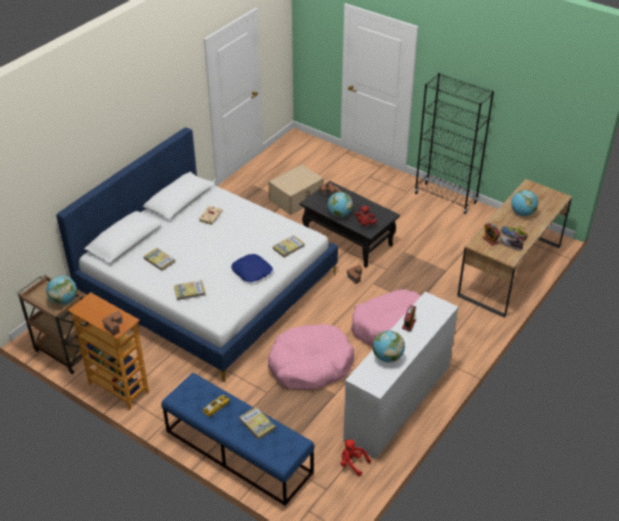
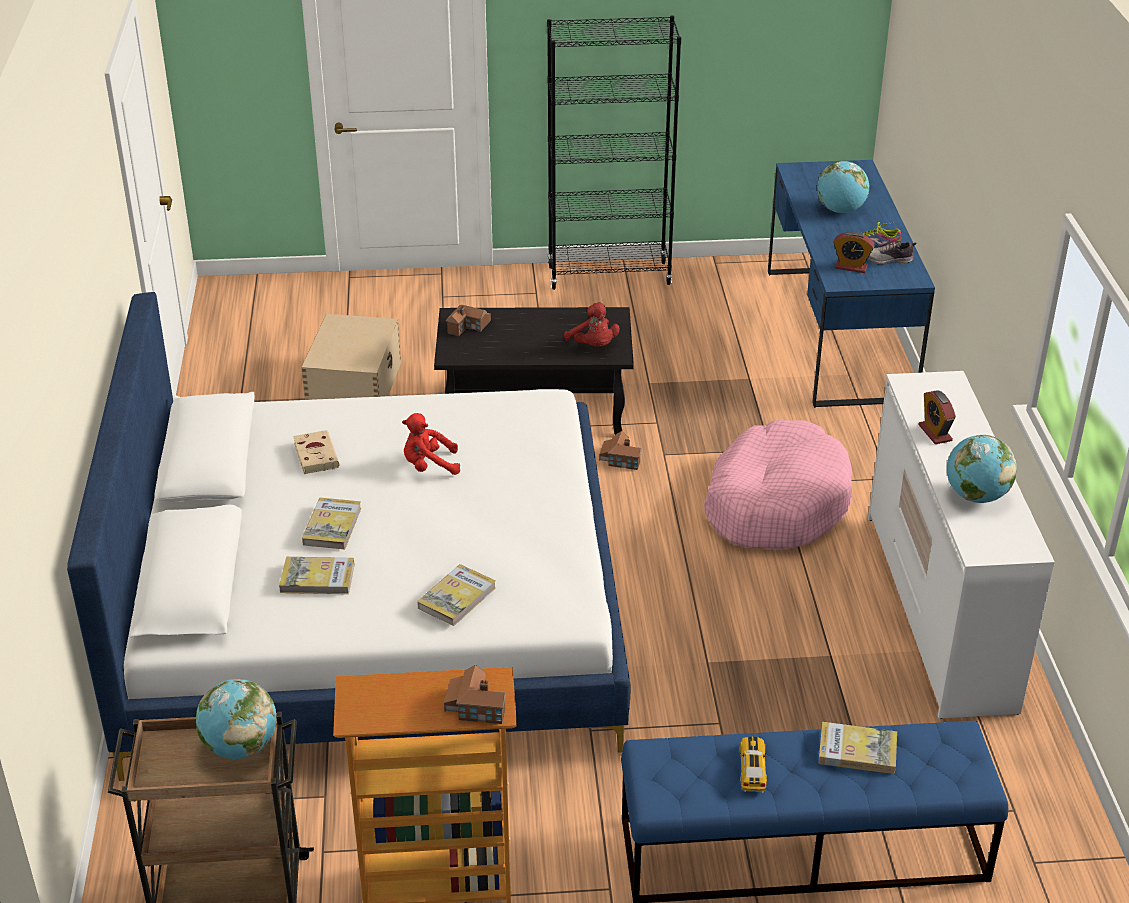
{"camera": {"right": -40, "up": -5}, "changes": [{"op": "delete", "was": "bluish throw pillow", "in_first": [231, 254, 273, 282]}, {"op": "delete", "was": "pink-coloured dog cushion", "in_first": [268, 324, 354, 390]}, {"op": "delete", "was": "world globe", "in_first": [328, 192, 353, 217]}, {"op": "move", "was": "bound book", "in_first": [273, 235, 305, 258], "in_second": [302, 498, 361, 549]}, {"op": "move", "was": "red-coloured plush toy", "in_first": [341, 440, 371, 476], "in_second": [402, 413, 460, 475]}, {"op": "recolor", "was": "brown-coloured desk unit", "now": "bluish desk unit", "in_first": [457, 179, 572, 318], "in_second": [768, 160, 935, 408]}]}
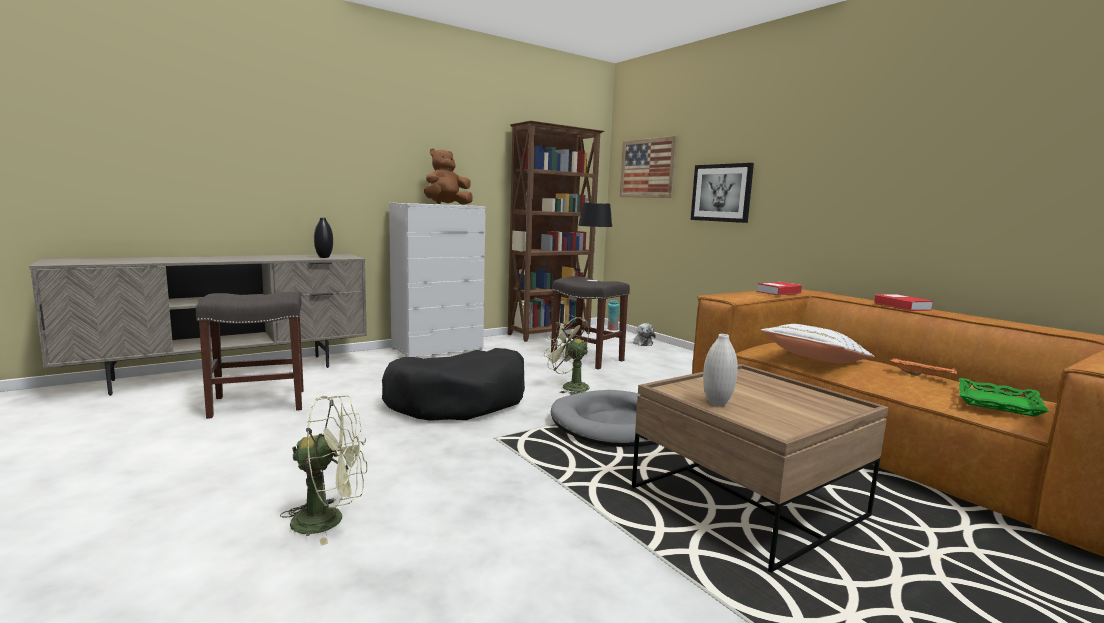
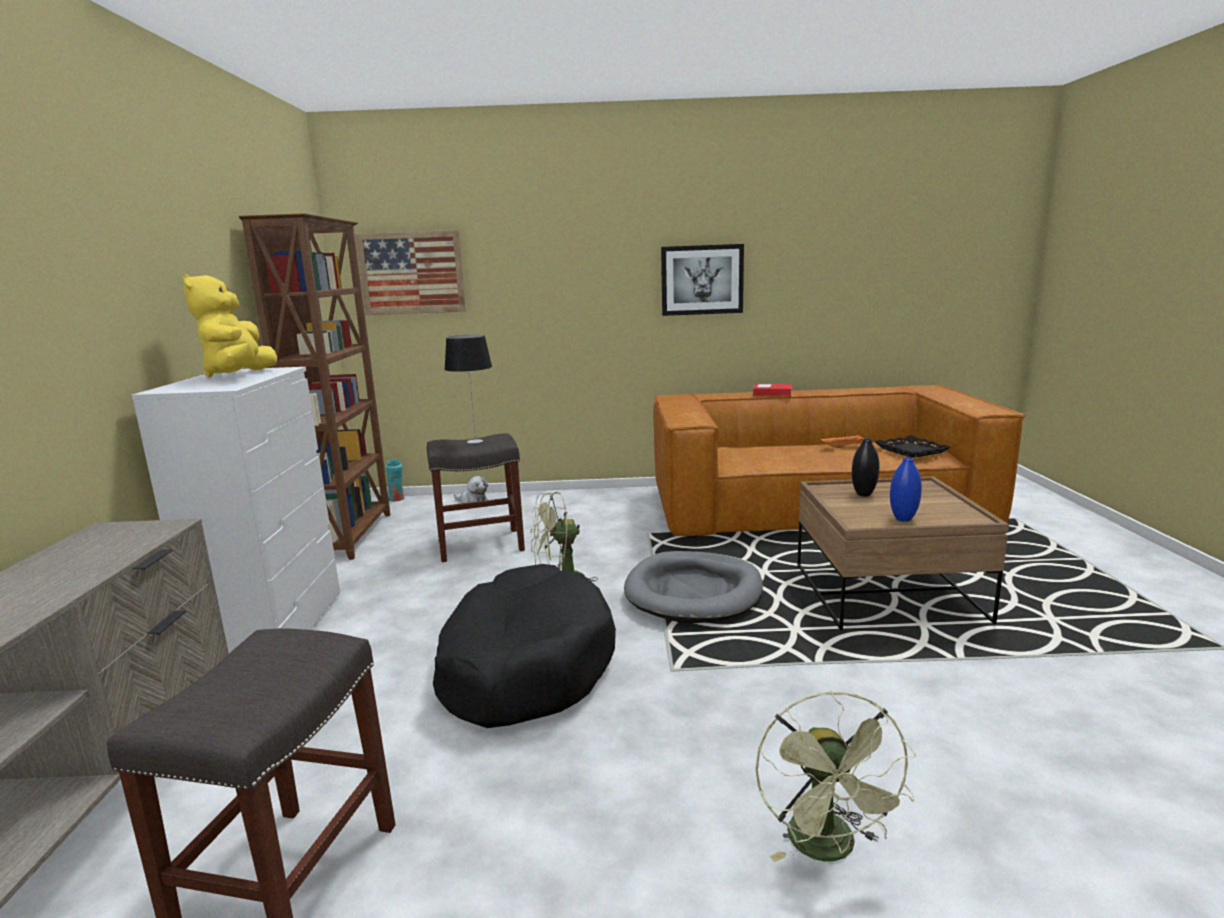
{"camera": {"right": -55, "up": 5}, "changes": [{"op": "delete", "was": "bound book", "in_first": [757, 282, 802, 295]}, {"op": "delete", "was": "white throw pillow", "in_first": [761, 324, 875, 363]}, {"op": "move", "was": "black flower vase", "in_first": [314, 217, 333, 258], "in_second": [852, 438, 880, 496]}, {"op": "move", "was": "wall picture", "in_first": [691, 163, 754, 223], "in_second": [661, 244, 744, 316]}, {"op": "recolor", "was": "brown-coloured plush toy", "now": "yellowish plush toy", "in_first": [424, 148, 473, 205], "in_second": [183, 274, 277, 377]}, {"op": "recolor", "was": "white flower vase", "now": "bluish flower vase", "in_first": [703, 334, 738, 406], "in_second": [890, 457, 922, 522]}, {"op": "recolor", "was": "green serving tray", "now": "black serving tray", "in_first": [959, 378, 1049, 417], "in_second": [874, 435, 950, 458]}, {"op": "rotate", "was": "green electric fan", "in_first": [280, 395, 367, 545], "in_second": [755, 691, 916, 862], "clockwise": 150}]}
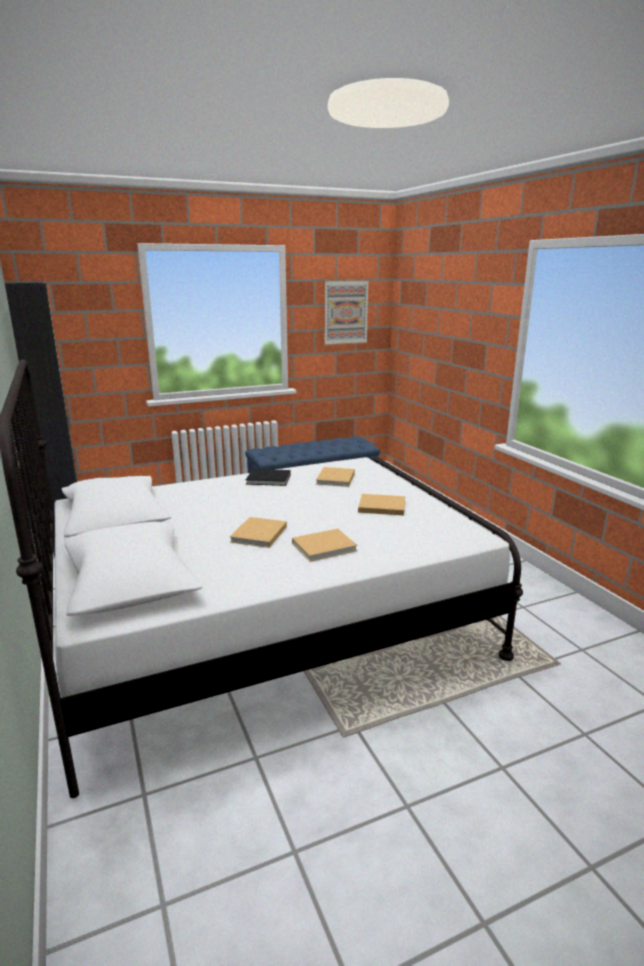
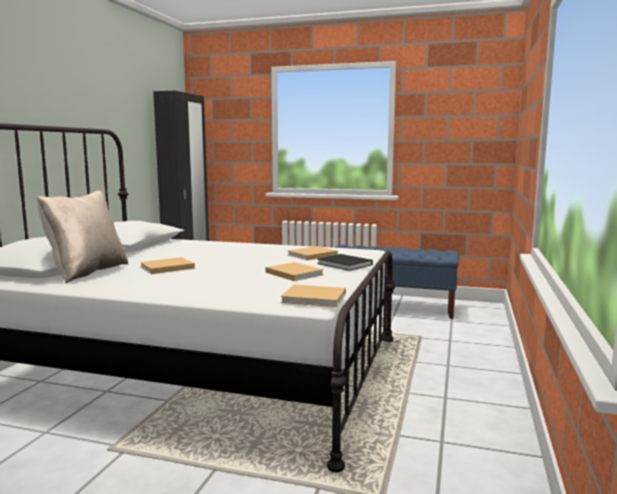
{"camera": {"right": 40, "up": -10}, "changes": [{"op": "delete", "was": "wall picture", "in_first": [324, 279, 369, 346]}, {"op": "insert", "now": "beige-coloured throw pillow", "in_second": [37, 191, 128, 283]}, {"op": "move", "was": "black bound book", "in_first": [246, 469, 291, 486], "in_second": [317, 254, 373, 271]}, {"op": "move", "was": "beige-coloured bound book", "in_first": [292, 529, 358, 562], "in_second": [281, 285, 346, 307]}]}
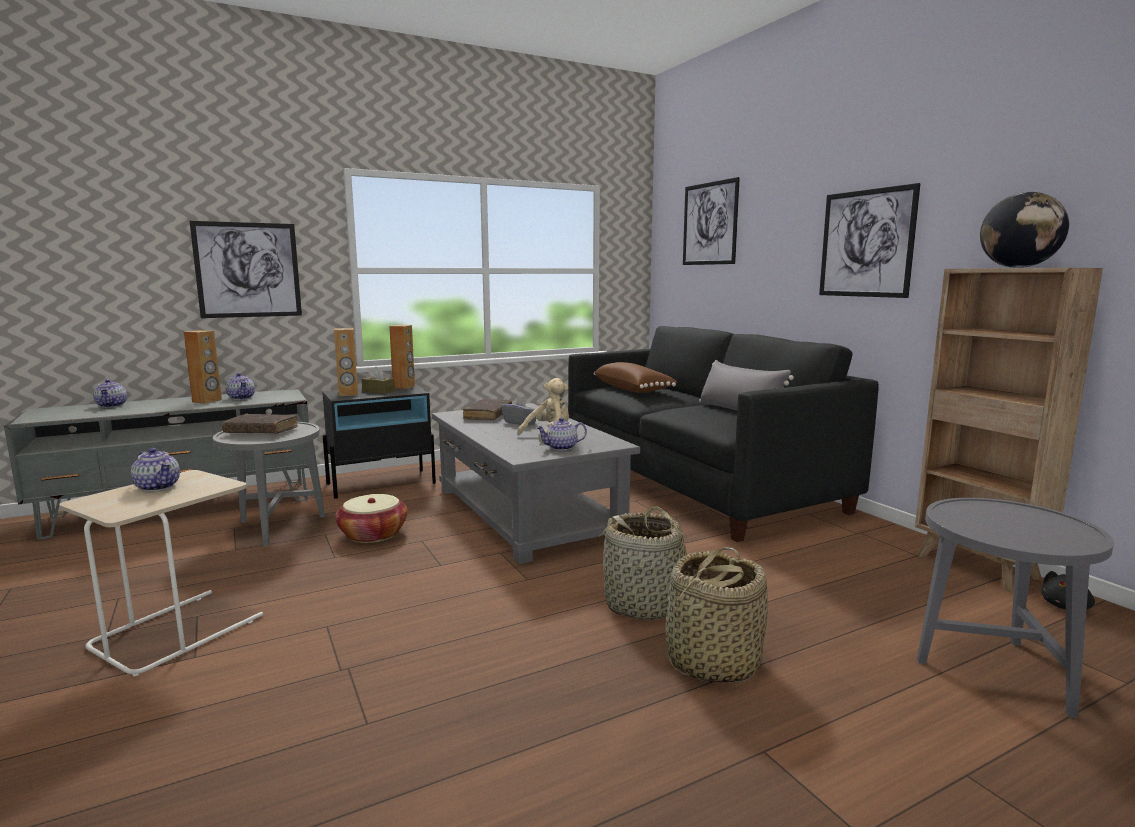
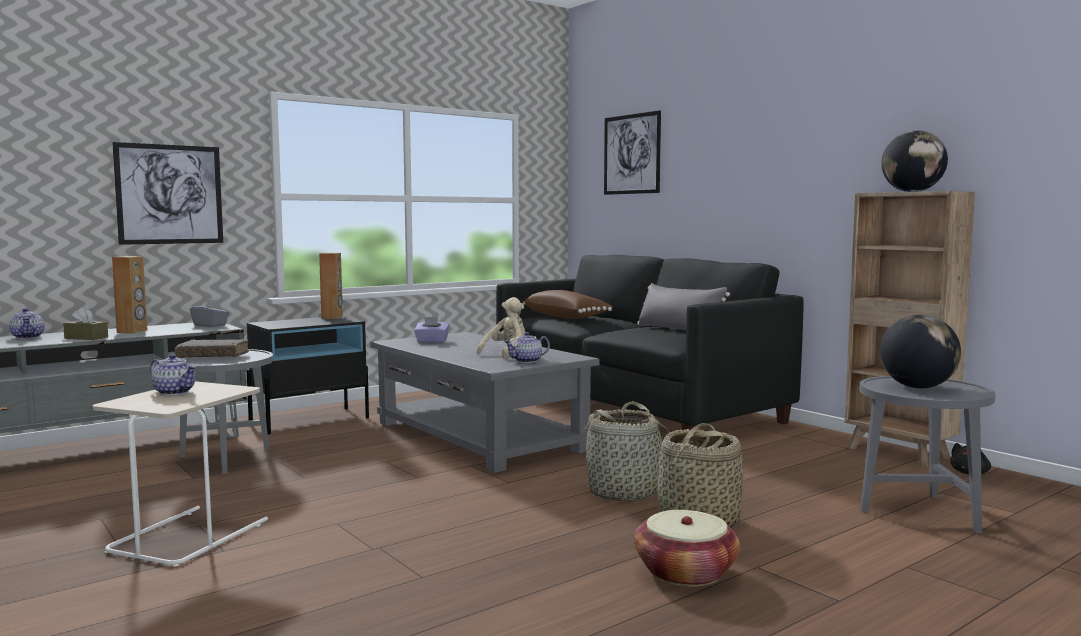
{"camera": {"right": -10, "up": -5}, "changes": [{"op": "delete", "was": "tea pot", "in_first": [226, 373, 255, 400]}, {"op": "delete", "was": "brown-coloured speaker", "in_first": [334, 328, 358, 396]}, {"op": "delete", "was": "wall picture", "in_first": [819, 183, 921, 298]}, {"op": "insert", "now": "world globe", "in_second": [880, 315, 961, 388]}, {"op": "move", "was": "basket", "in_first": [335, 494, 408, 543], "in_second": [634, 510, 740, 587]}, {"op": "move", "was": "brown-coloured tissue holder", "in_first": [362, 367, 395, 394], "in_second": [63, 307, 108, 340]}, {"op": "move", "was": "grey tissue holder", "in_first": [501, 396, 536, 425], "in_second": [190, 299, 229, 327]}, {"op": "replace", "was": "brown-coloured bound book", "now": "purple-coloured tissue holder", "in_first": [463, 399, 512, 420], "in_second": [414, 317, 450, 343]}]}
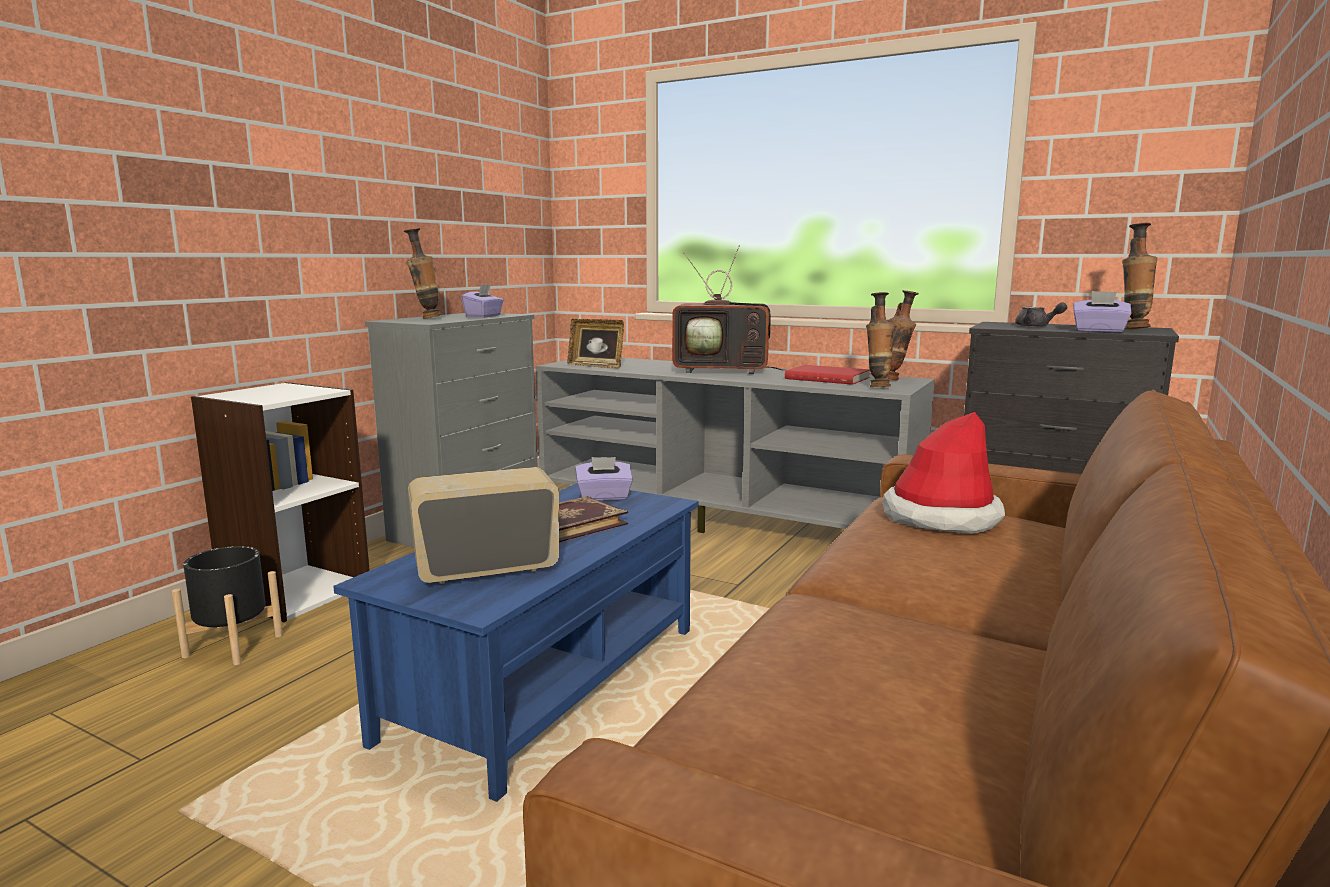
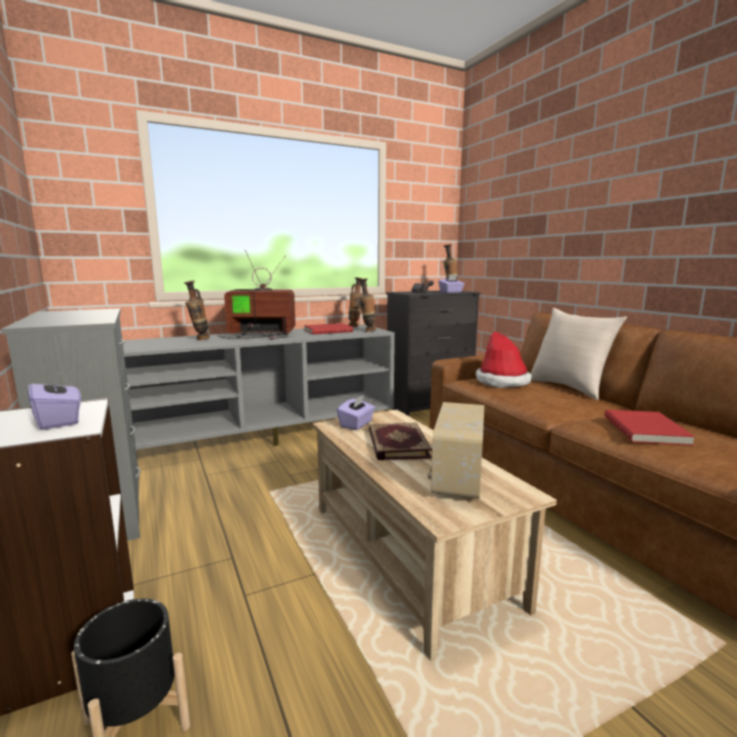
{"camera": {"right": -55, "up": 0}, "changes": [{"op": "delete", "was": "picture frame", "in_first": [567, 319, 624, 369]}, {"op": "insert", "now": "beige-coloured throw pillow", "in_second": [530, 308, 627, 400]}, {"op": "insert", "now": "red-coloured bound book", "in_second": [605, 410, 695, 445]}, {"op": "move", "was": "flower vase", "in_first": [404, 228, 442, 319], "in_second": [184, 281, 210, 340]}, {"op": "move", "was": "purple-coloured tissue holder", "in_first": [461, 284, 504, 317], "in_second": [28, 370, 81, 430]}, {"op": "recolor", "was": "bluish coffee table", "now": "beige-coloured coffee table", "in_first": [333, 483, 698, 802], "in_second": [312, 410, 557, 661]}, {"op": "rotate", "was": "television", "in_first": [672, 245, 786, 374], "in_second": [217, 250, 295, 339], "clockwise": -135}]}
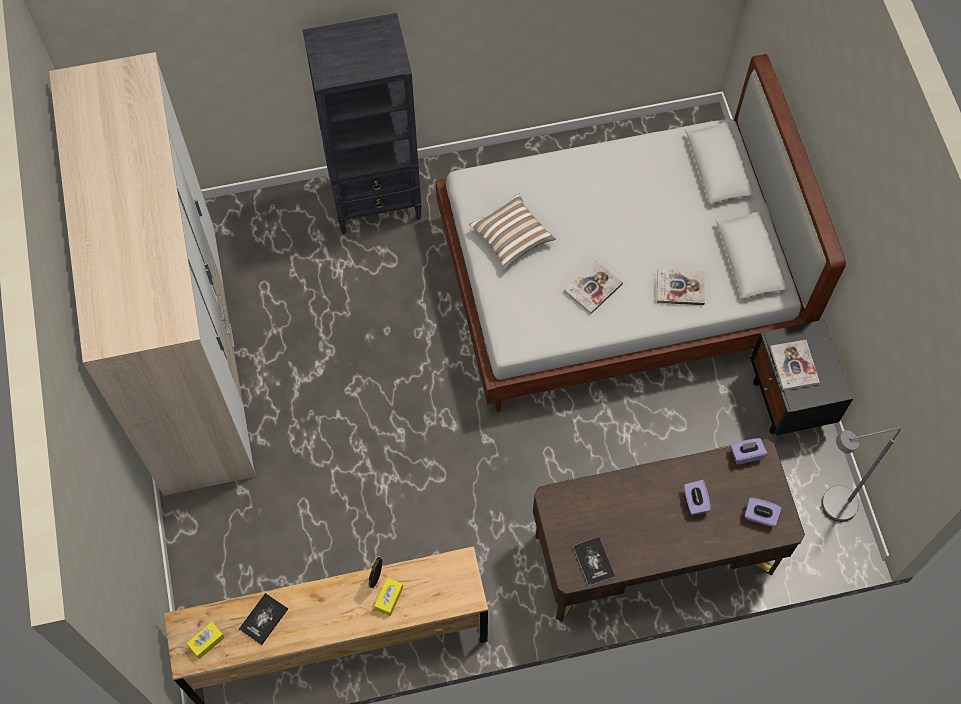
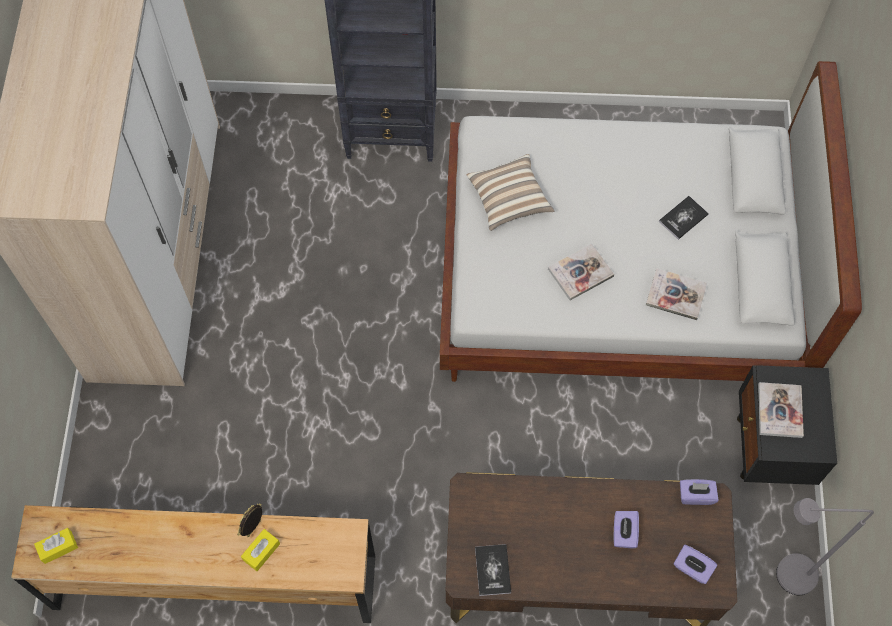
{"camera": {"right": 15, "up": 0}, "changes": [{"op": "move", "was": "bound book", "in_first": [239, 593, 288, 645], "in_second": [659, 196, 709, 240]}]}
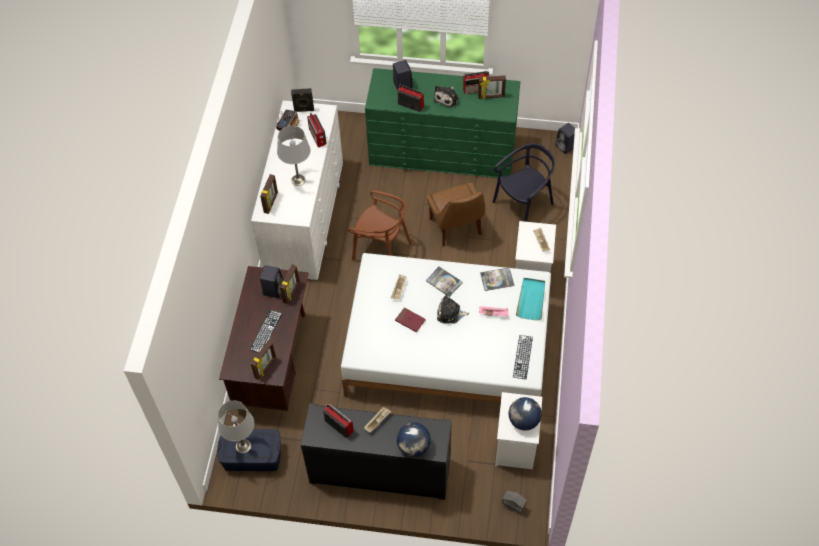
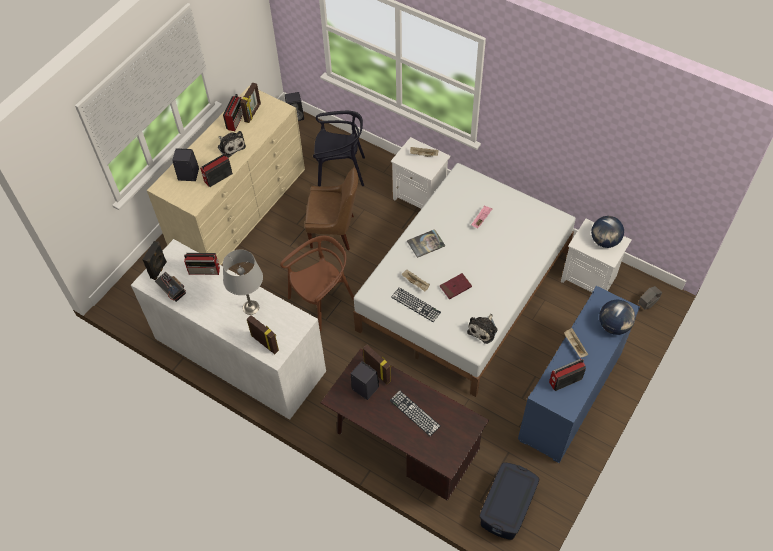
{"camera": {"right": -65, "up": 0}, "changes": [{"op": "delete", "was": "grey lamp for a table", "in_first": [218, 401, 254, 453]}, {"op": "delete", "was": "picture frame", "in_first": [251, 340, 276, 380]}, {"op": "delete", "was": "bound book", "in_first": [480, 267, 514, 291]}, {"op": "delete", "was": "turquoise serving tray", "in_first": [516, 278, 545, 320]}, {"op": "move", "was": "plush toy", "in_first": [437, 293, 469, 324], "in_second": [467, 314, 498, 344]}, {"op": "move", "was": "PC keyboard", "in_first": [513, 335, 533, 379], "in_second": [391, 288, 441, 322]}, {"op": "recolor", "was": "black storage cabinet", "now": "bluish storage cabinet", "in_first": [301, 403, 452, 500], "in_second": [518, 286, 640, 463]}, {"op": "recolor", "was": "green chest of drawers", "now": "beige-coloured chest of drawers", "in_first": [365, 68, 520, 178], "in_second": [147, 86, 305, 265]}, {"op": "rotate", "was": "black upright chair", "in_first": [493, 143, 555, 222], "in_second": [313, 111, 365, 186], "clockwise": 105}]}
